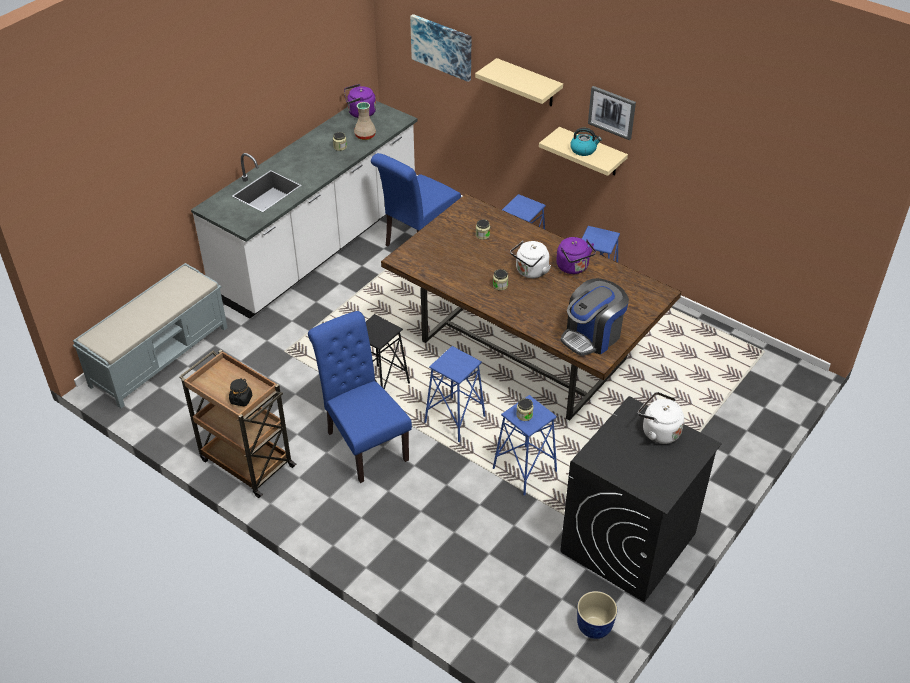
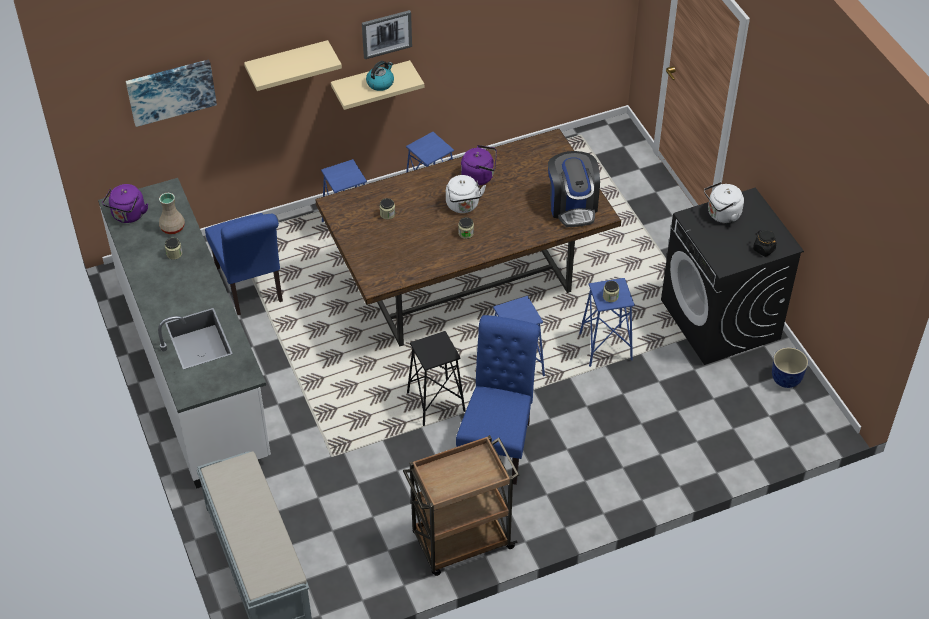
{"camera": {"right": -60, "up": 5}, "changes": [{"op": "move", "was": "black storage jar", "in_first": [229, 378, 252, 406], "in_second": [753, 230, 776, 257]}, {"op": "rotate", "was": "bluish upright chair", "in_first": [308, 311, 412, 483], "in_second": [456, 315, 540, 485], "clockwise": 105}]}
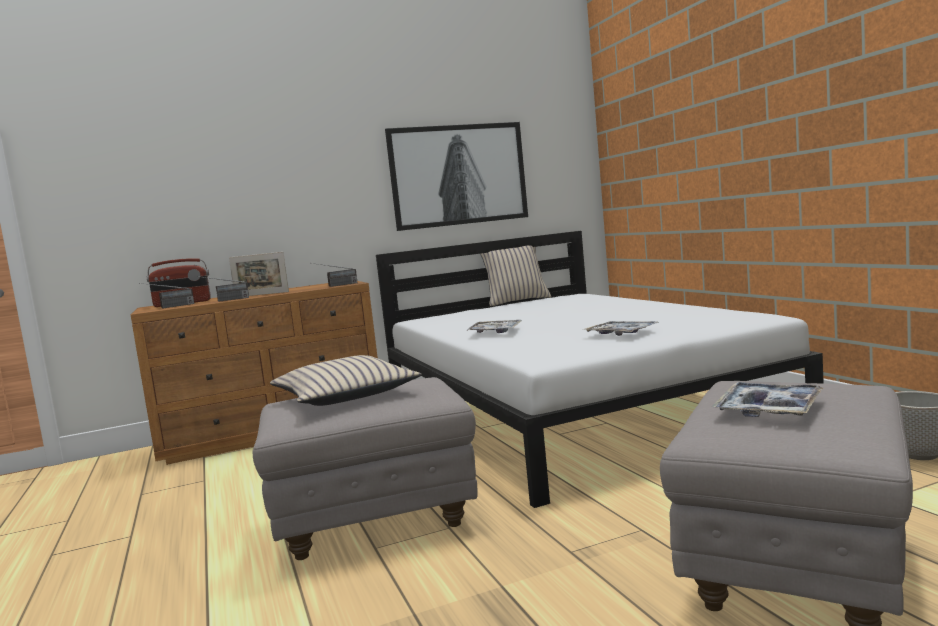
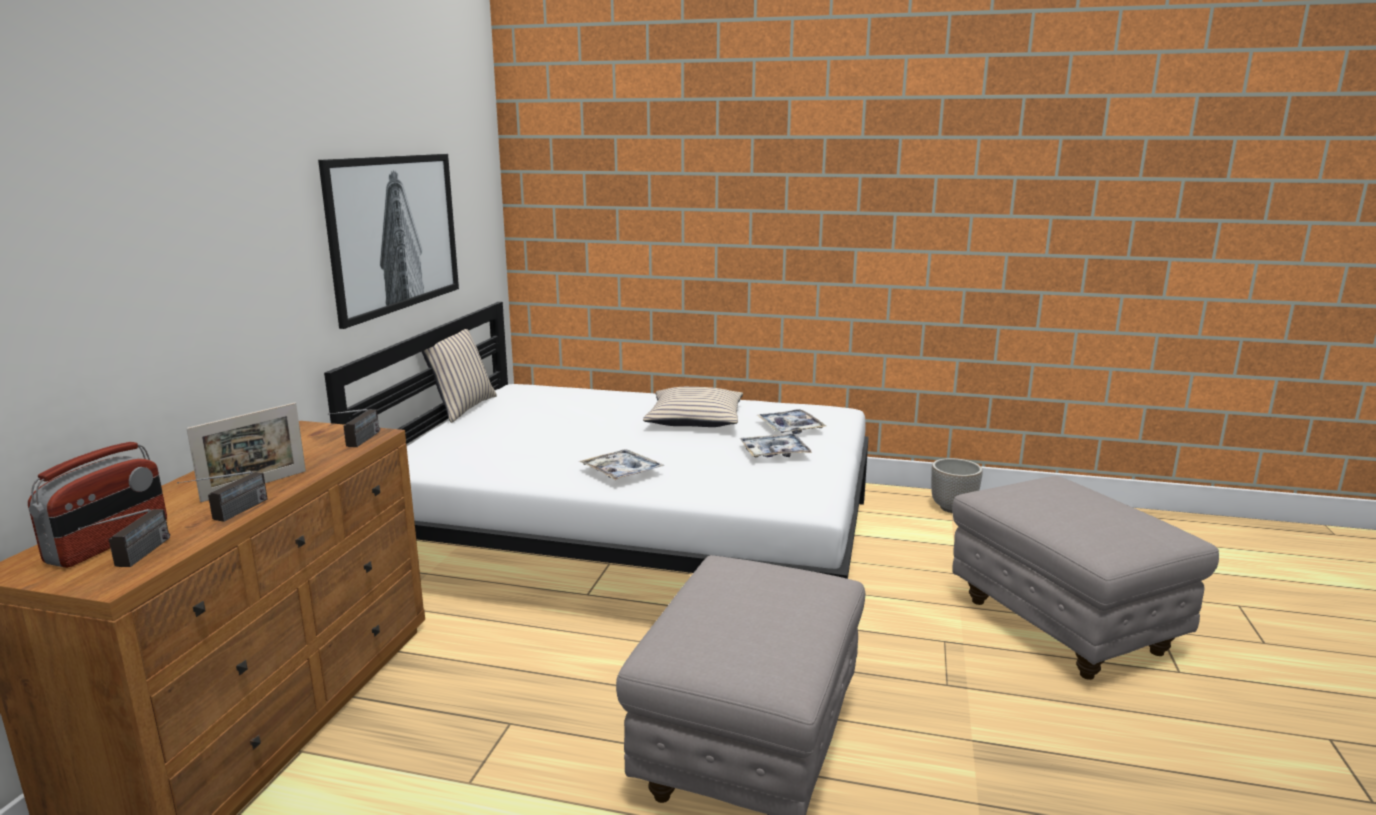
{"camera": {"right": -55, "up": 10}, "changes": [{"op": "move", "was": "beige-coloured throw pillow", "in_first": [270, 355, 422, 406], "in_second": [643, 387, 743, 427]}, {"op": "move", "was": "serving tray", "in_first": [712, 382, 824, 417], "in_second": [757, 409, 826, 434]}]}
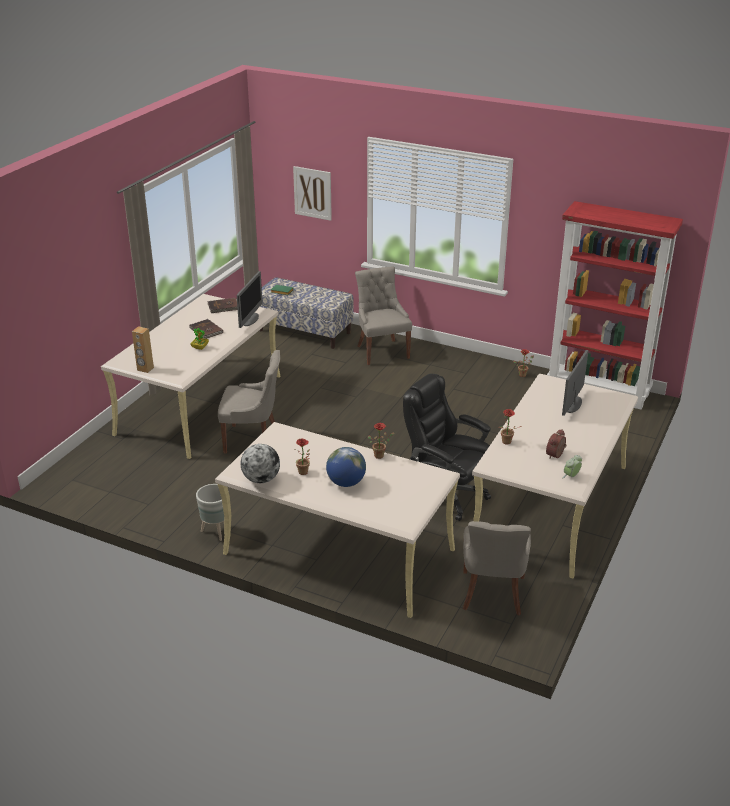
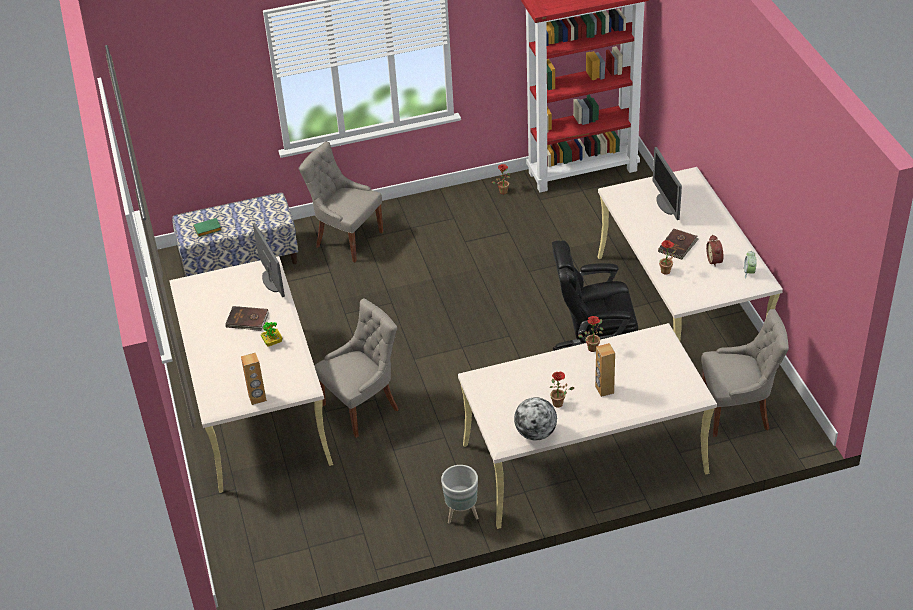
{"camera": {"right": -40, "up": 10}, "changes": [{"op": "delete", "was": "wall picture", "in_first": [293, 166, 332, 221]}, {"op": "move", "was": "brown-coloured bound book", "in_first": [208, 298, 238, 313], "in_second": [658, 229, 699, 260]}, {"op": "replace", "was": "world globe", "now": "brown-coloured speaker", "in_first": [326, 447, 366, 487], "in_second": [595, 343, 615, 397]}, {"op": "rotate", "was": "grey upright chair", "in_first": [463, 521, 531, 616], "in_second": [701, 309, 789, 437], "clockwise": -60}]}
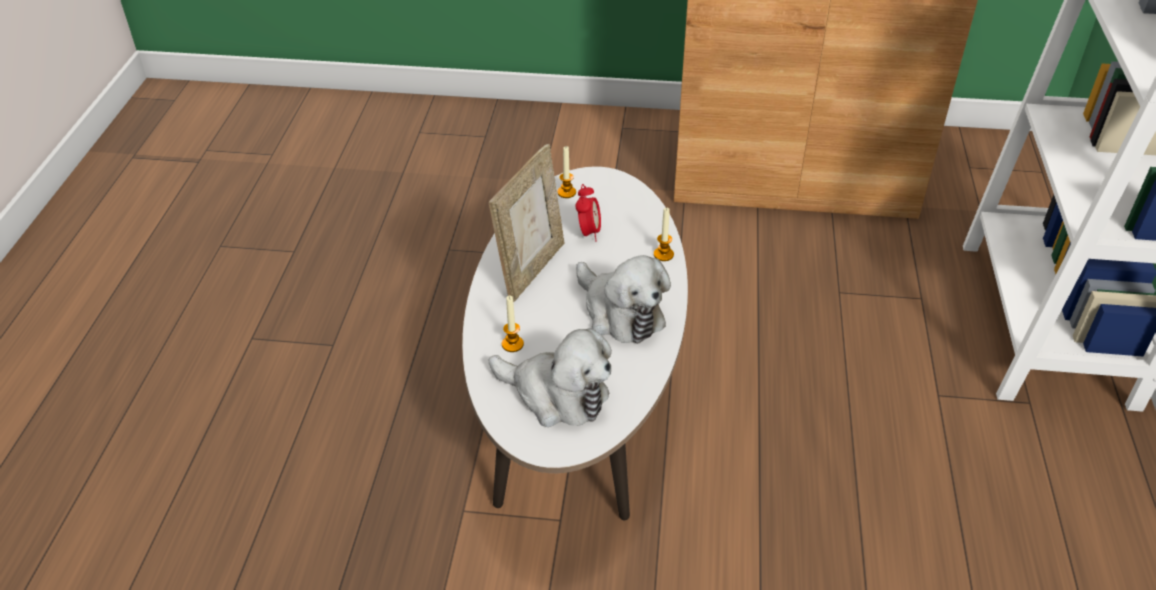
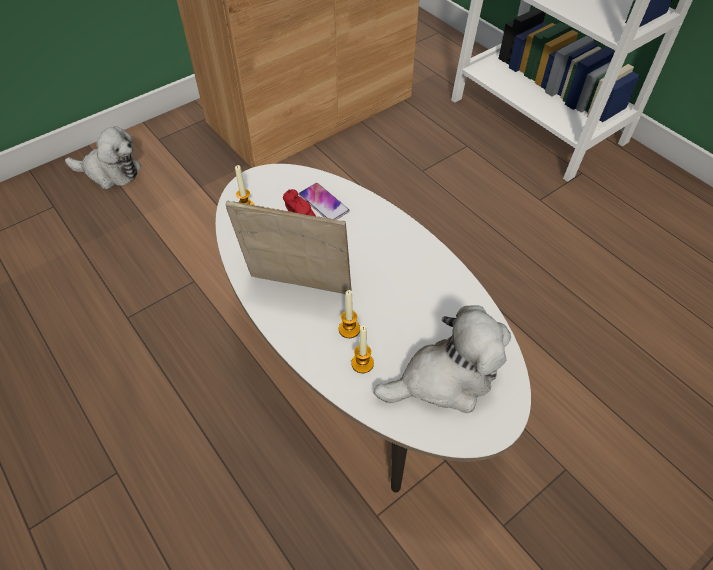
{"camera": {"right": -45, "up": 10}, "changes": [{"op": "insert", "now": "handset", "in_second": [299, 183, 349, 220]}, {"op": "move", "was": "plush toy", "in_first": [576, 255, 671, 344], "in_second": [65, 126, 141, 189]}, {"op": "move", "was": "candle", "in_first": [654, 207, 674, 261], "in_second": [339, 290, 360, 338]}, {"op": "rotate", "was": "picture frame", "in_first": [489, 144, 564, 302], "in_second": [226, 201, 352, 294], "clockwise": -60}]}
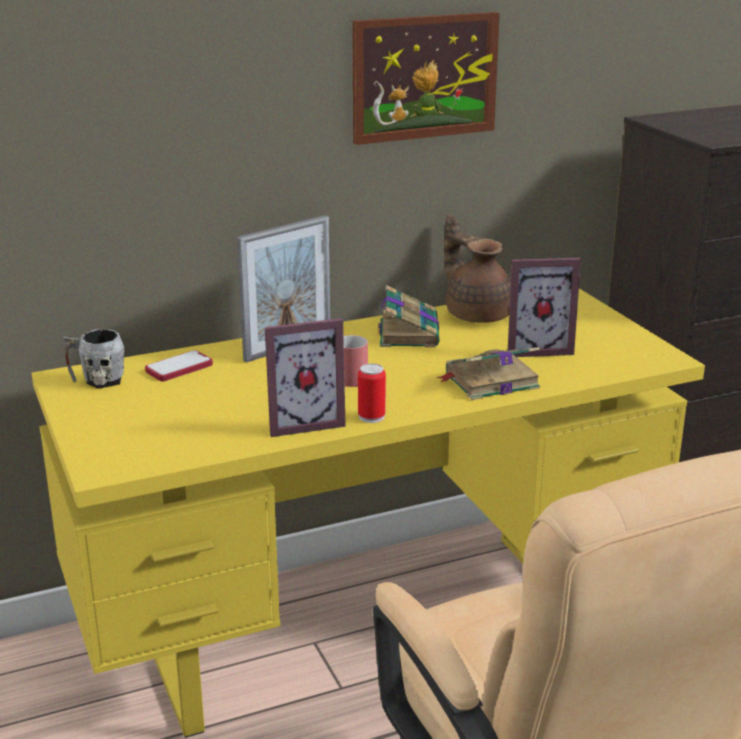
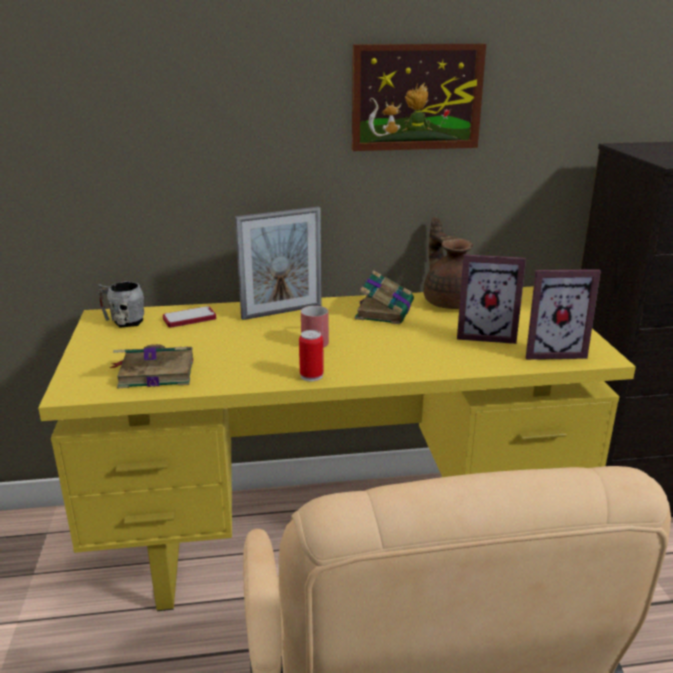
{"camera": {"right": 15, "up": 0}, "changes": [{"op": "move", "was": "picture frame", "in_first": [265, 318, 345, 437], "in_second": [526, 269, 601, 360]}, {"op": "move", "was": "bound book", "in_first": [437, 347, 540, 400], "in_second": [110, 344, 193, 388]}]}
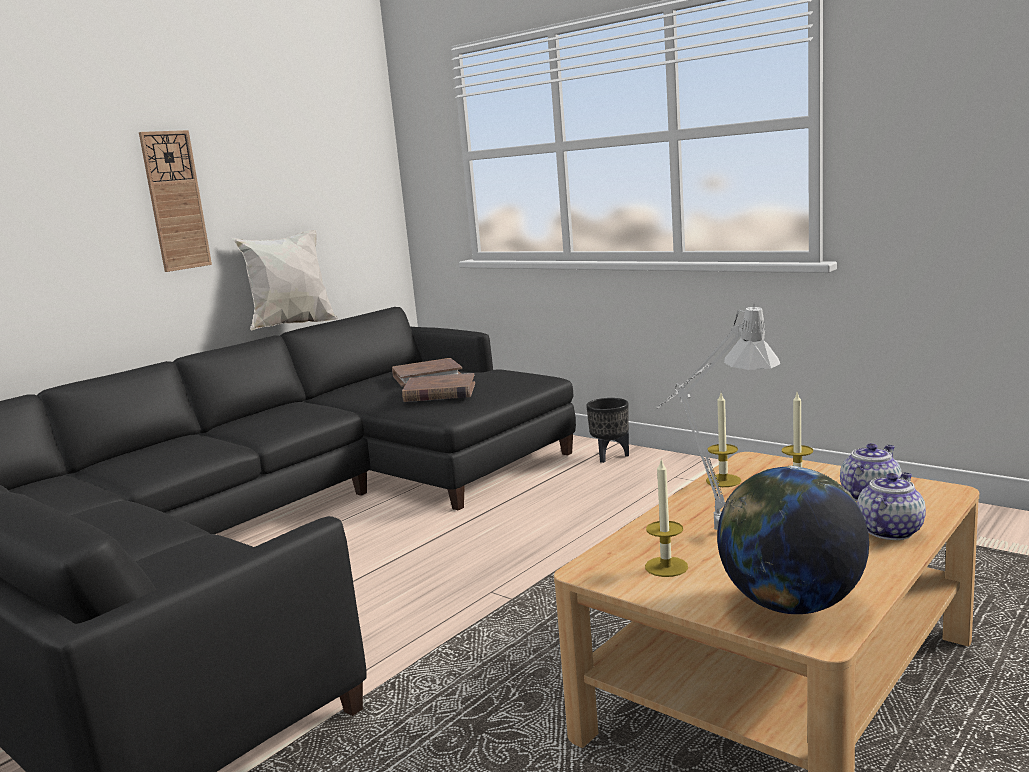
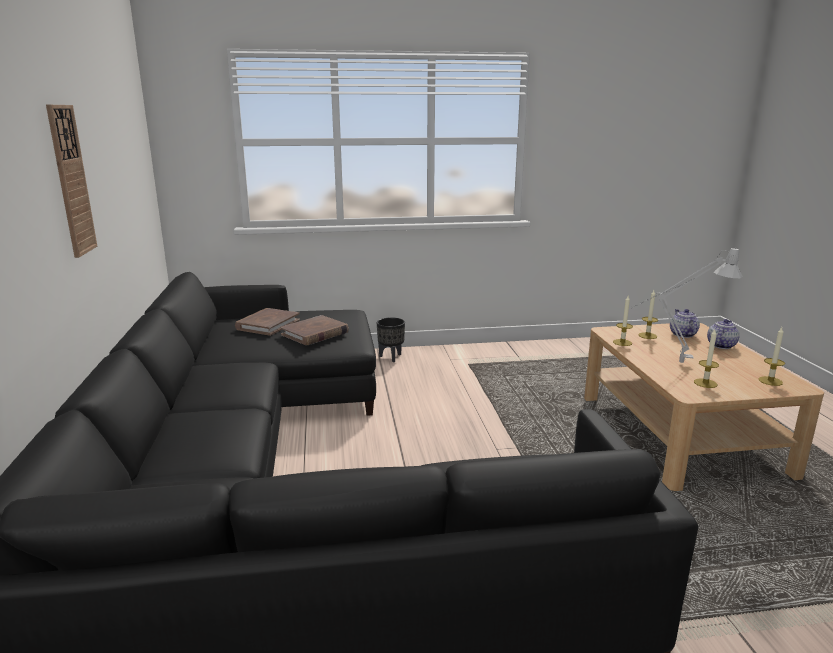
{"camera": {"right": -50, "up": 5}, "changes": [{"op": "delete", "was": "white throw pillow", "in_first": [231, 230, 338, 331]}, {"op": "replace", "was": "world globe", "now": "candle", "in_first": [717, 466, 869, 614], "in_second": [758, 327, 785, 386]}, {"op": "rotate", "was": "tea pot", "in_first": [857, 472, 926, 540], "in_second": [707, 319, 740, 349], "clockwise": 45}]}
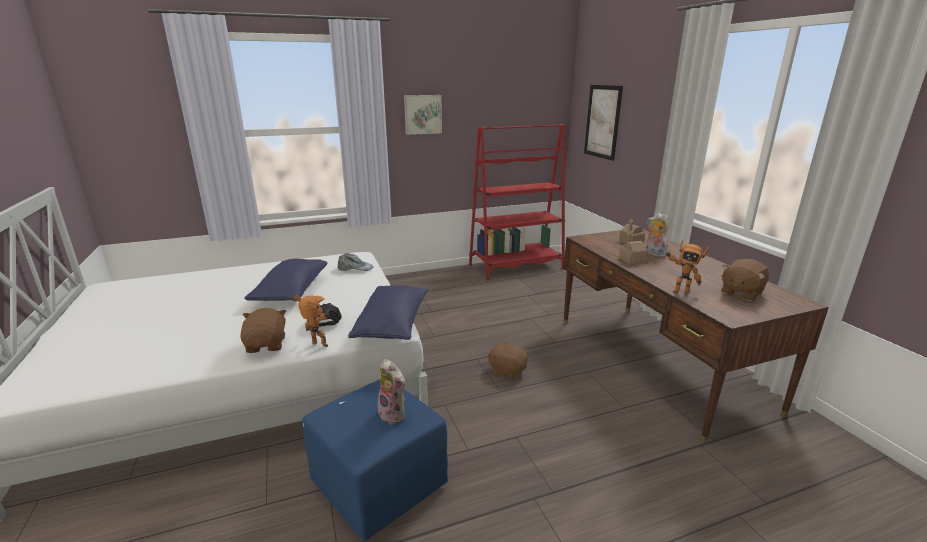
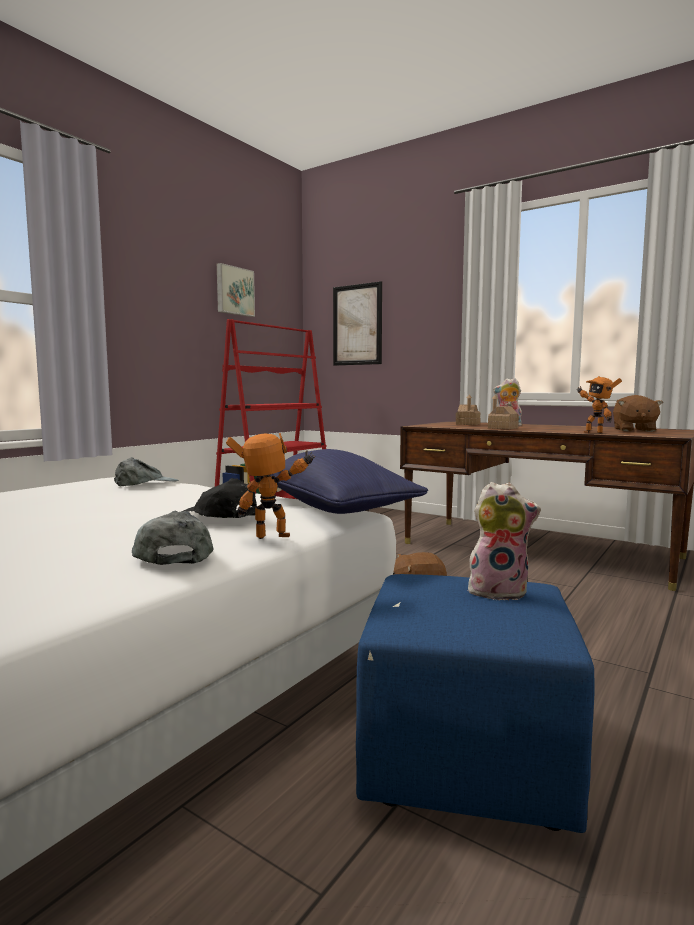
{"camera": {"right": -35, "up": -15}, "changes": [{"op": "delete", "was": "bluish throw pillow", "in_first": [244, 259, 328, 301]}, {"op": "move", "was": "wall picture", "in_first": [404, 95, 442, 135], "in_second": [217, 263, 255, 317]}, {"op": "replace", "was": "brown-coloured plush toy", "now": "grey baseball cap", "in_first": [240, 308, 286, 353], "in_second": [132, 511, 214, 565]}, {"op": "rotate", "was": "robot figure", "in_first": [665, 240, 710, 293], "in_second": [576, 376, 622, 434], "clockwise": 75}]}
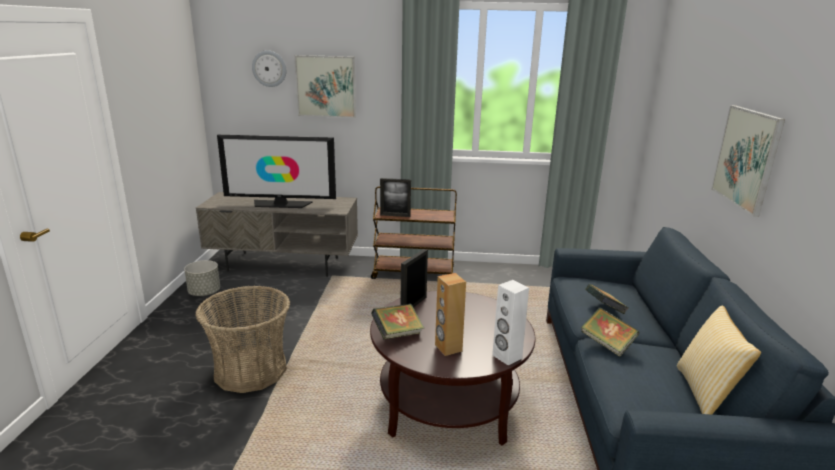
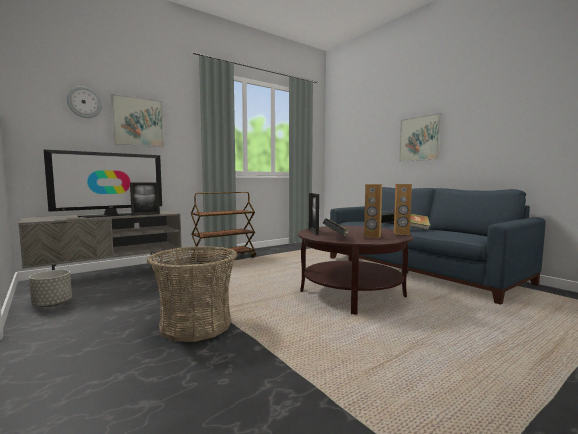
{"camera": {"right": -40, "up": -15}, "changes": [{"op": "delete", "was": "throw pillow", "in_first": [677, 306, 761, 415]}, {"op": "move", "was": "picture frame", "in_first": [380, 178, 411, 217], "in_second": [130, 182, 160, 216]}, {"op": "recolor", "was": "white speaker", "now": "brown-coloured speaker", "in_first": [492, 280, 529, 366], "in_second": [394, 184, 412, 235]}]}
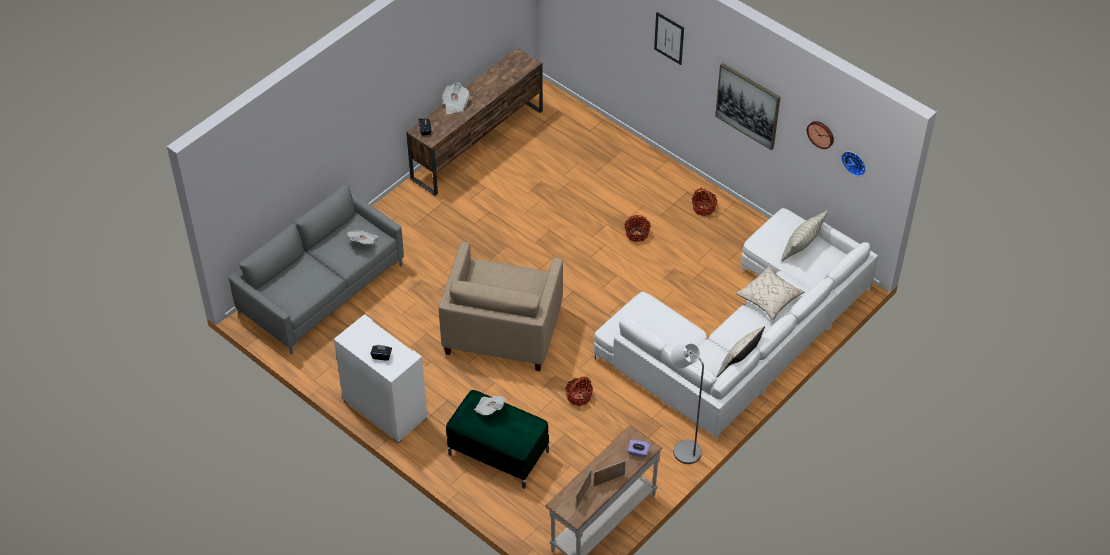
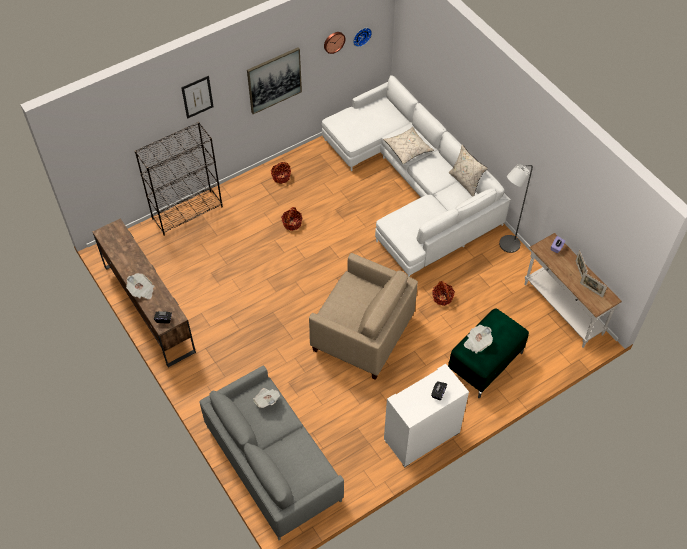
{"camera": {"right": -75, "up": 5}, "changes": [{"op": "delete", "was": "throw pillow", "in_first": [781, 211, 828, 262]}, {"op": "insert", "now": "black bookshelf", "in_second": [135, 122, 223, 236]}]}
